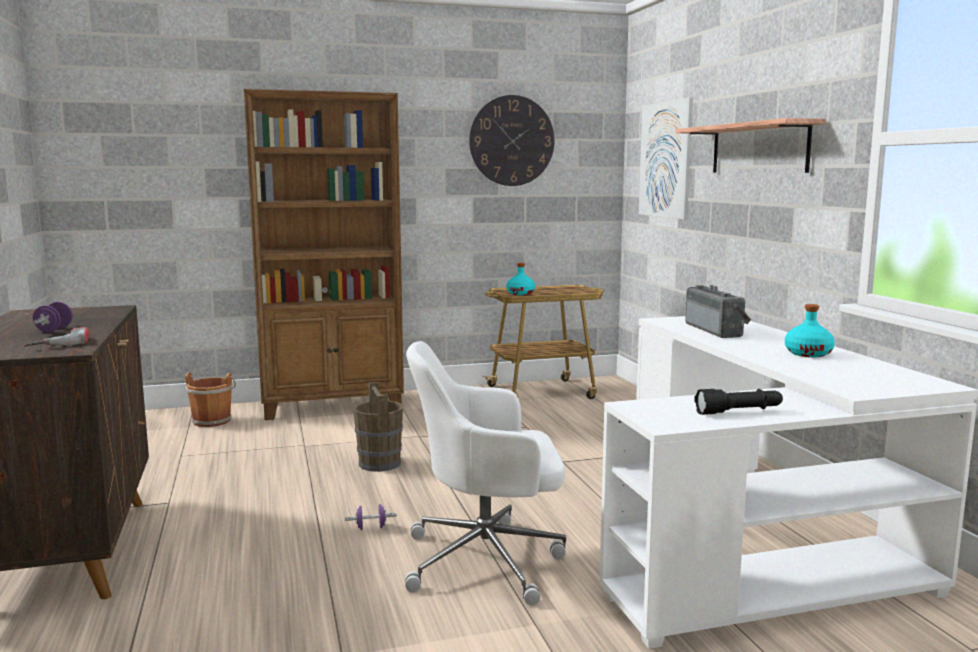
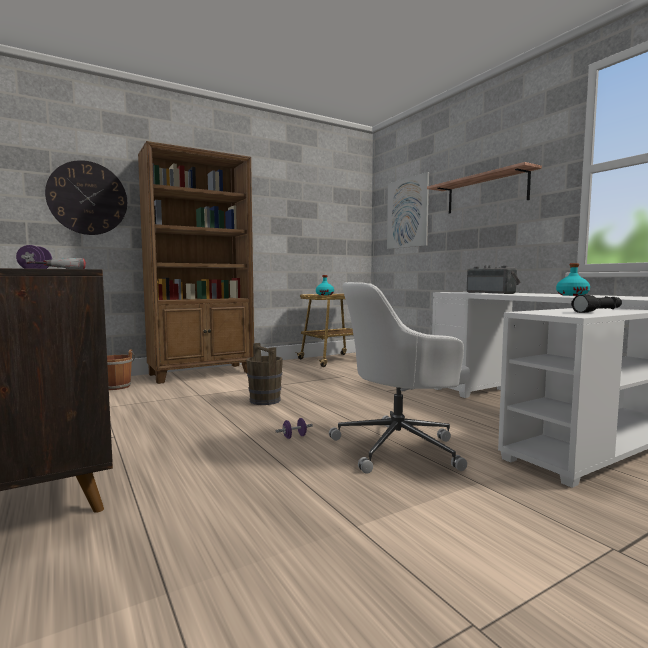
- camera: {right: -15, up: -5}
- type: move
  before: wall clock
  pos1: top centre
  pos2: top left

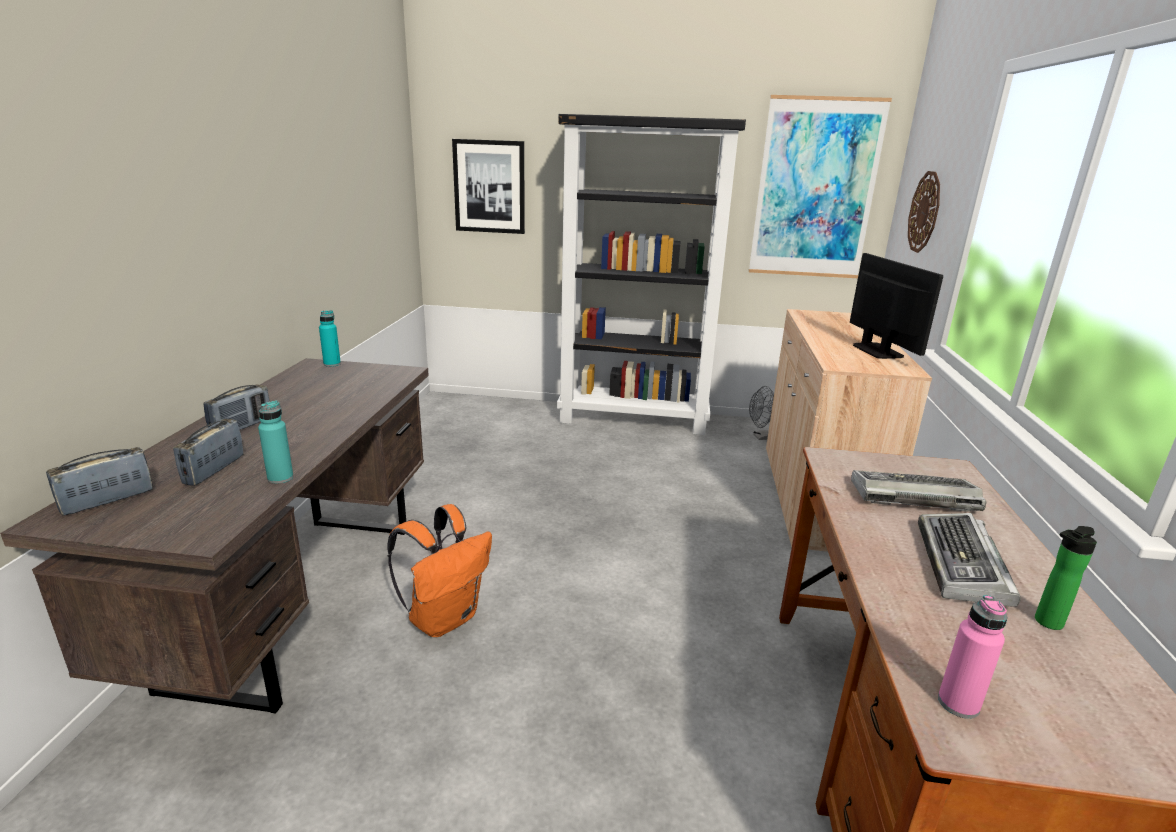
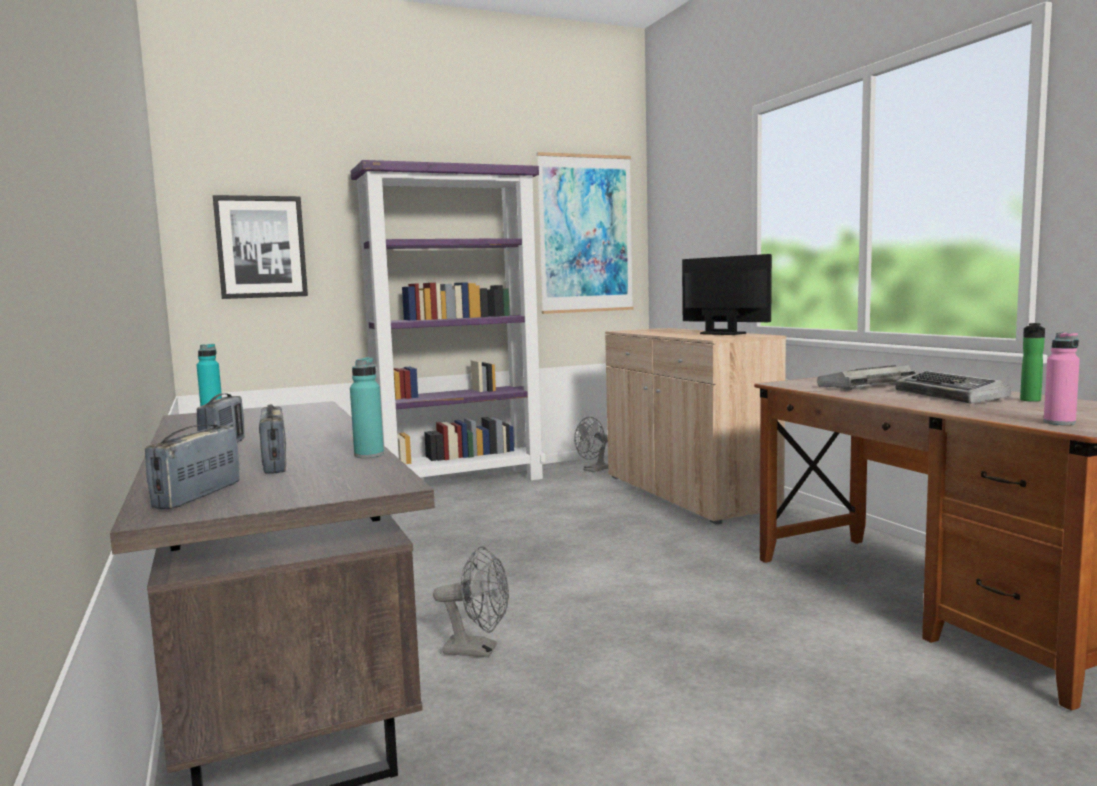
- camera: {right: -30, up: -15}
- type: recolor
  before: black bookcase
  after: purplish bookcase
  pos1: top centre
  pos2: centre
- type: replace
  before: orange backpack
  after: greyish fan (1st from left)
  pos1: bottom centre
  pos2: bottom centre
- type: delete
  before: wall clock
  pos1: top right

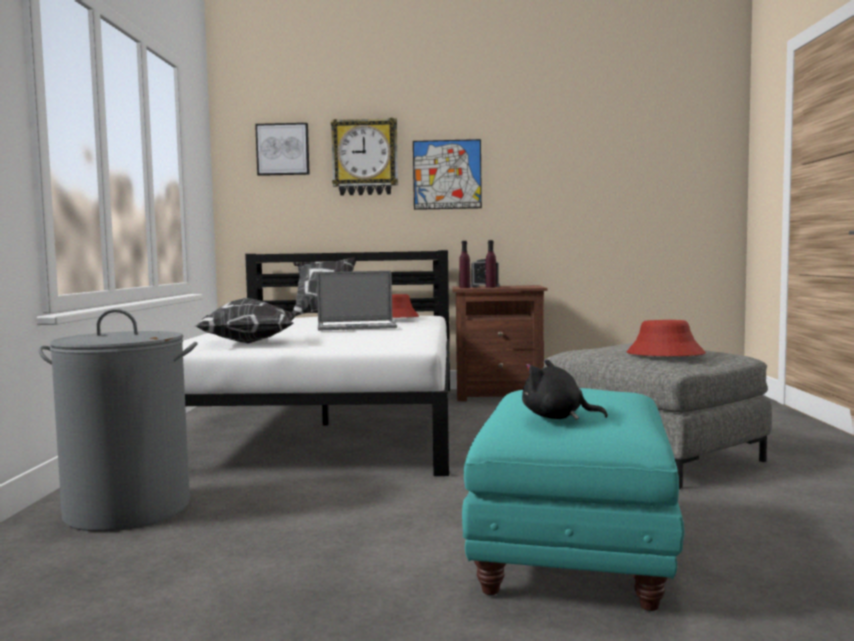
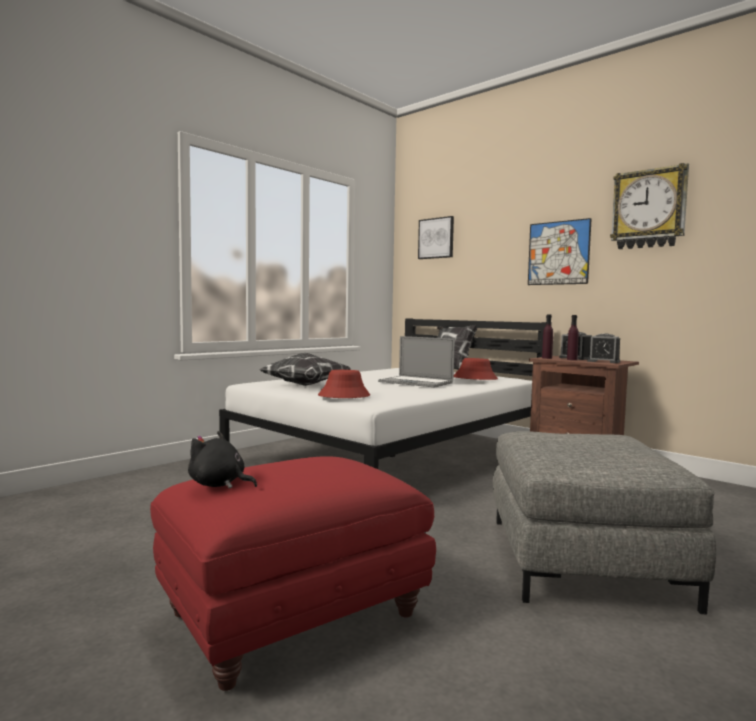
- camera: {right: 40, up: 0}
- type: recolor
  before: turquoise ottoman
  after: red ottoman
  pos1: bottom right
  pos2: bottom centre
- type: rotate
  before: black cuddly toy
  pos1: centre
  pos2: middle left
  turn: -45
- type: move
  before: red hat (2nd from left in the first image)
  after: red hat (1st from left)
  pos1: middle right
  pos2: centre
- type: insert
  after: alarm clock (2nd from left)
  pos2: middle right
- type: move
  before: wall clock
  pos1: top centre
  pos2: top right
- type: delete
  before: greyish washing basket
  pos1: middle left

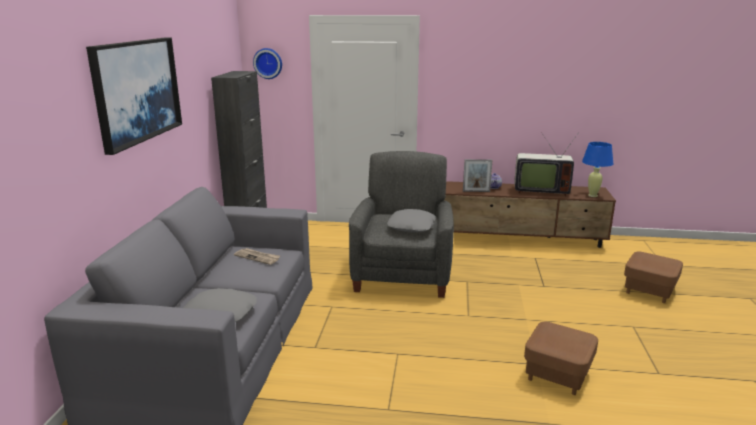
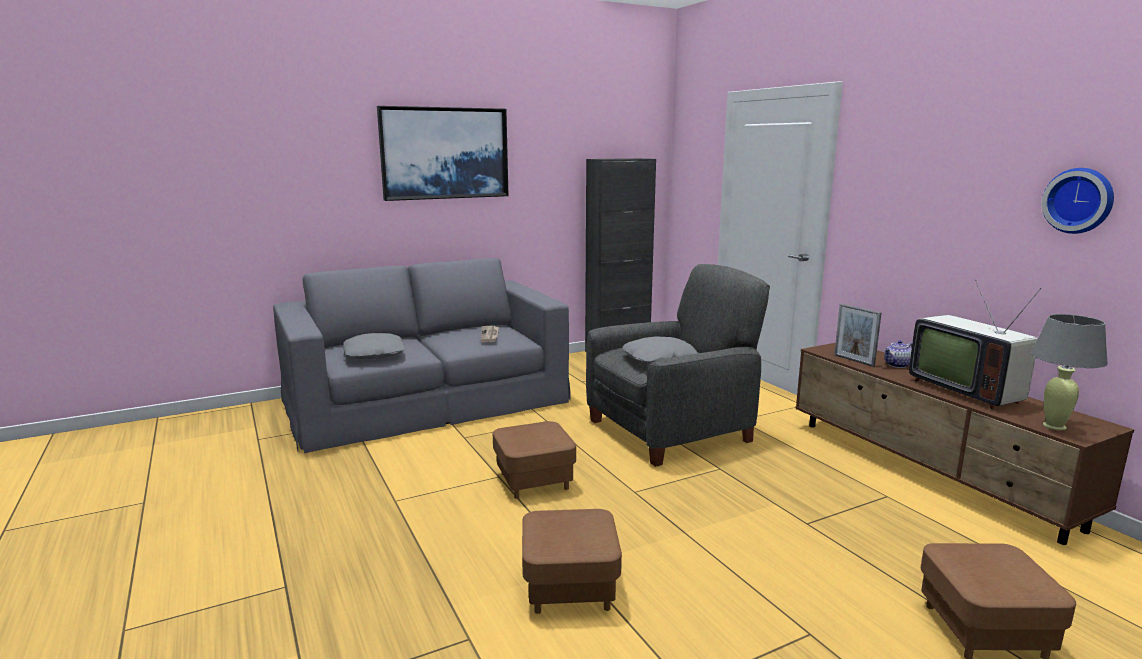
- camera: {right: 55, up: -5}
- type: insert
  after: brownish ottoman (1st from left)
  pos2: bottom centre
- type: recolor
  before: blue tabletop lamp
  after: greyish tabletop lamp
  pos1: middle right
  pos2: middle right
- type: move
  before: wall clock
  pos1: top centre
  pos2: top right

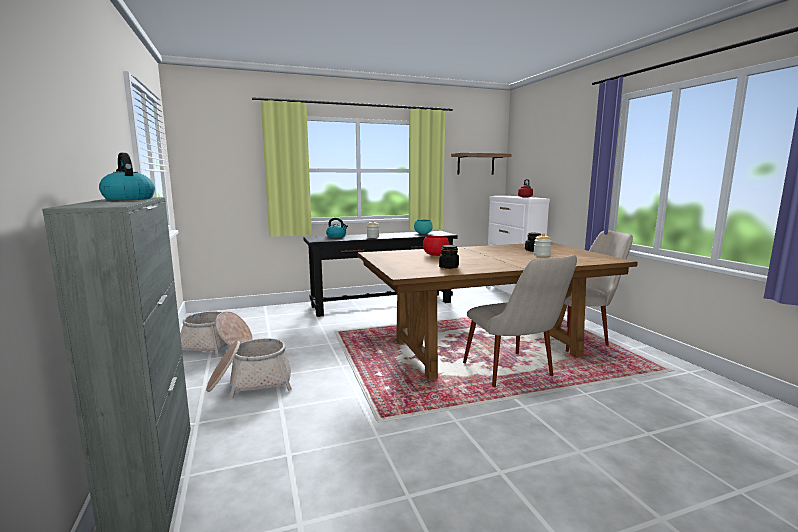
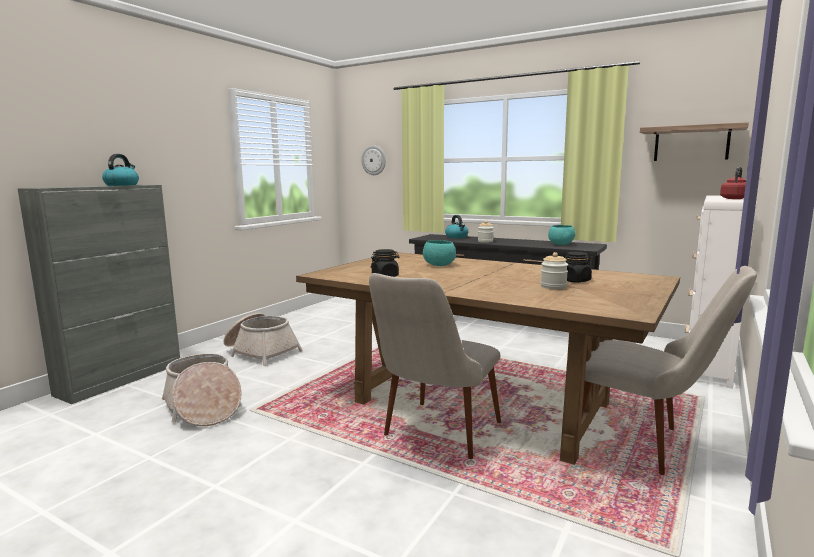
- camera: {right: 50, up: 0}
- type: move
  before: basket (1st from left)
  pos1: middle left
  pos2: bottom left
- type: insert
  after: wall clock
  pos2: top centre
- type: recolor
  before: red serving bowl
  after: turquoise serving bowl (1st from left)
  pos1: centre
  pos2: centre

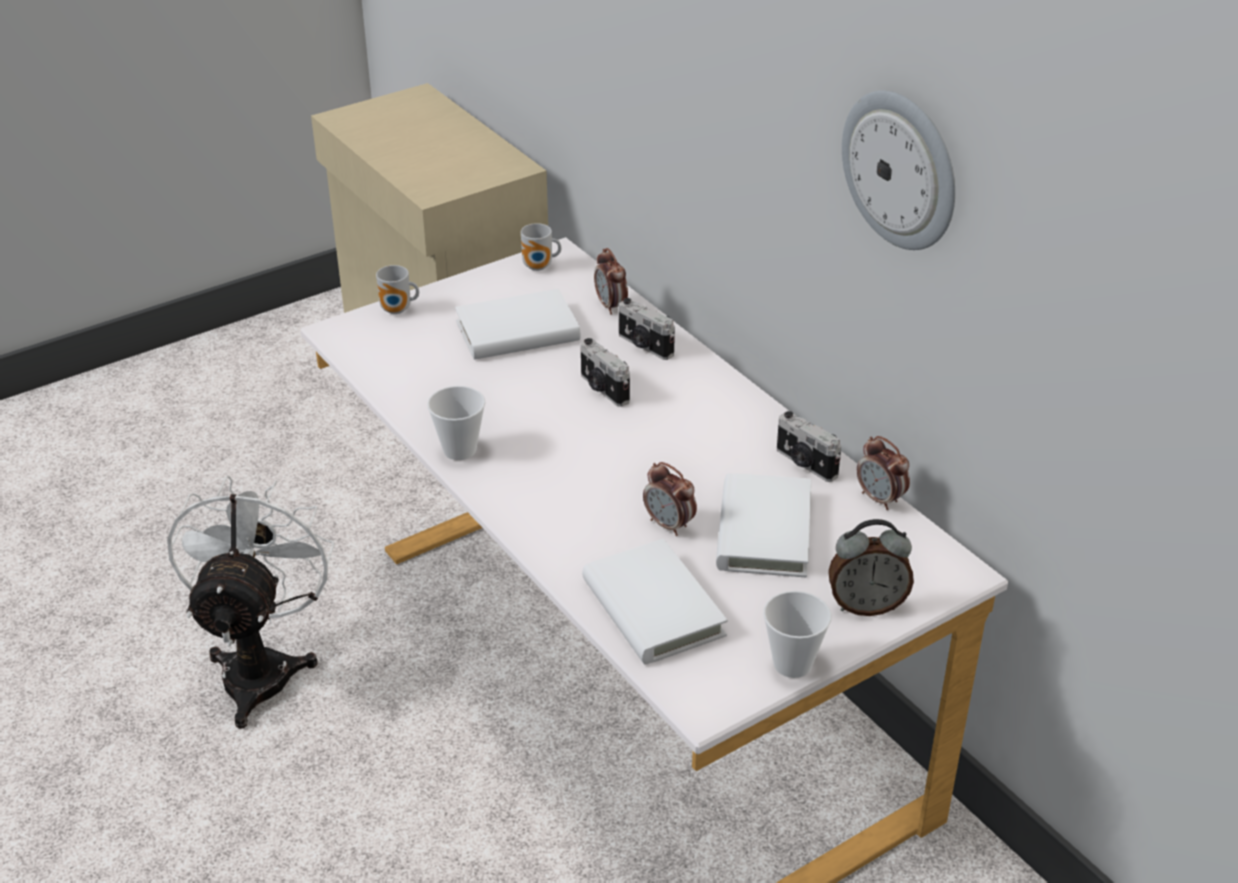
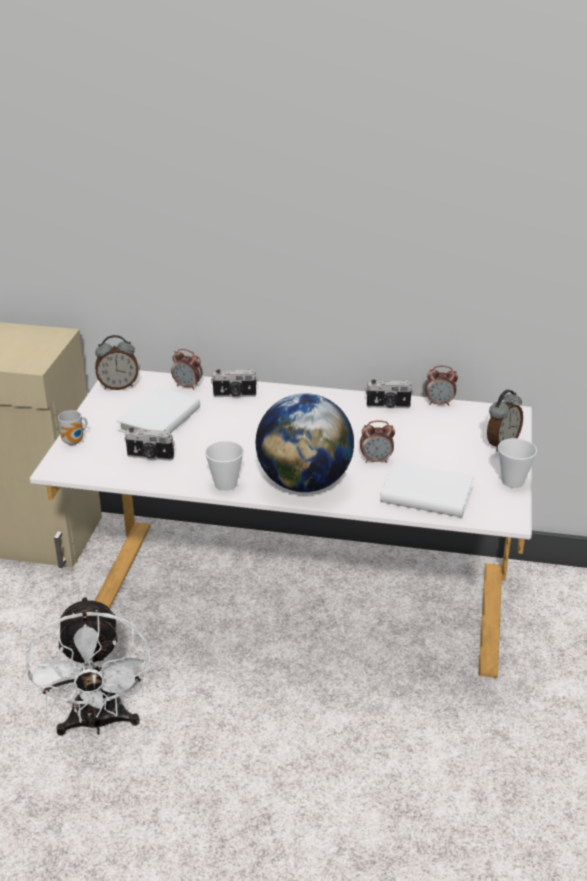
- camera: {right: -45, up: -5}
- type: rotate
  before: white-coloured fan
  pos1: bottom left
  pos2: bottom left
  turn: -150
- type: replace
  before: coffee mug (2nd from left)
  after: alarm clock (1st from left)
  pos1: top centre
  pos2: middle left
- type: move
  before: photo camera (1st from left)
  pos1: centre
  pos2: middle left
- type: insert
  after: world globe
  pos2: centre
- type: delete
  before: white-coloured volume (3rd from left)
  pos1: centre
- type: delete
  before: wall clock
  pos1: top right

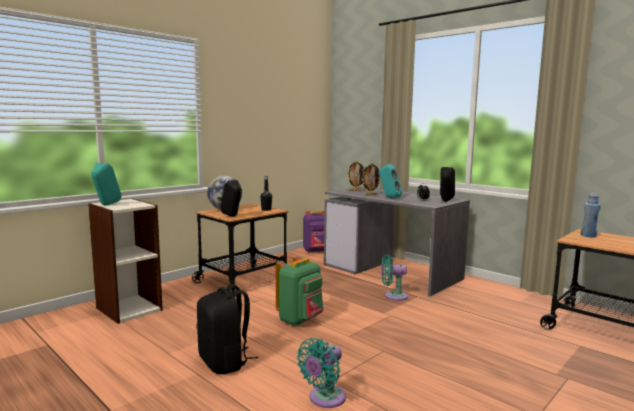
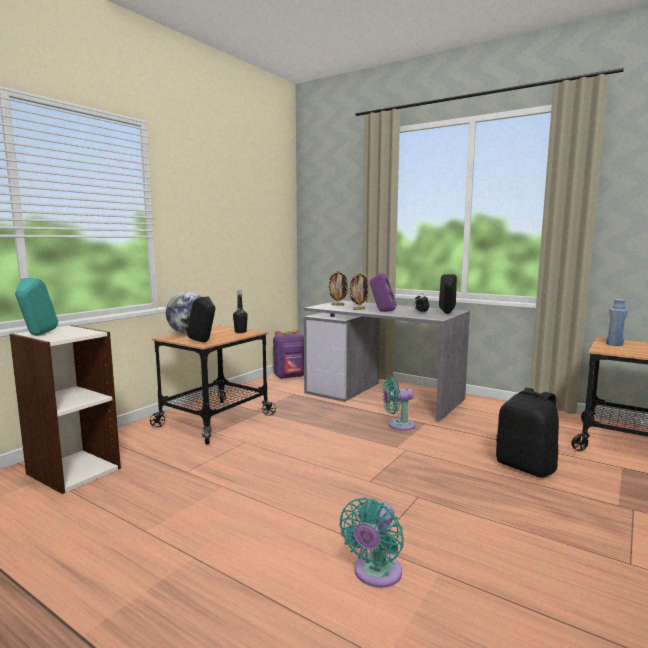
- camera: {right: -10, up: 0}
- type: recolor
  before: turquoise audio speaker (2nd from left)
  after: purplish audio speaker
  pos1: centre
  pos2: centre
- type: move
  before: black backpack
  pos1: bottom centre
  pos2: bottom right
- type: delete
  before: green backpack
  pos1: bottom centre

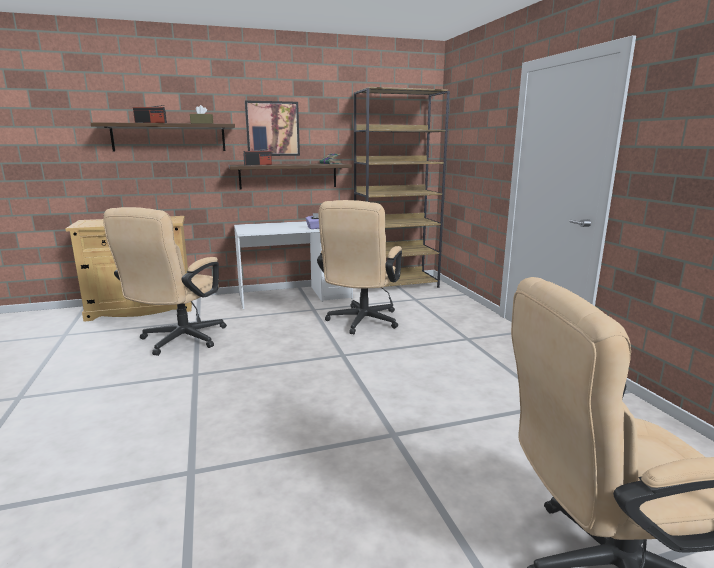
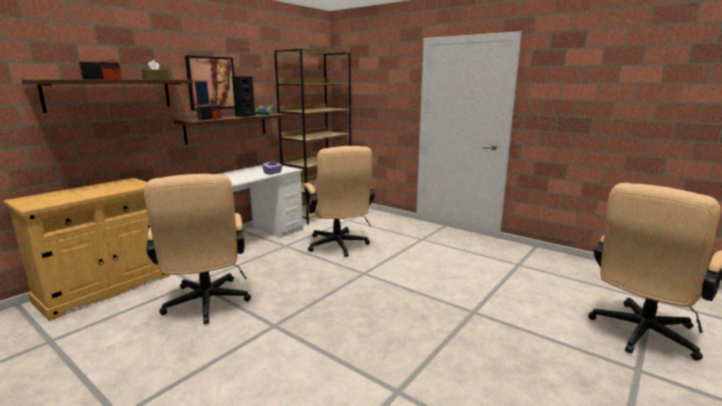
- camera: {right: -35, up: 0}
- type: insert
  after: black audio speaker
  pos2: top centre

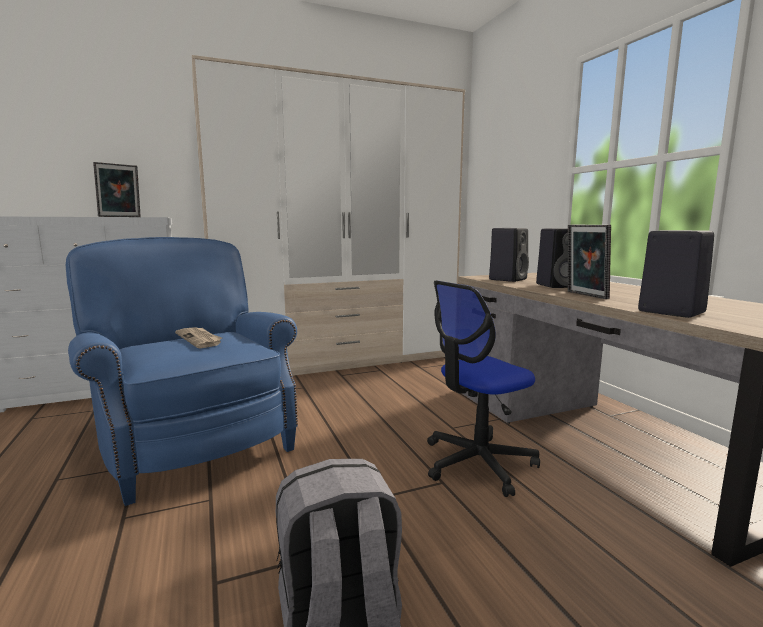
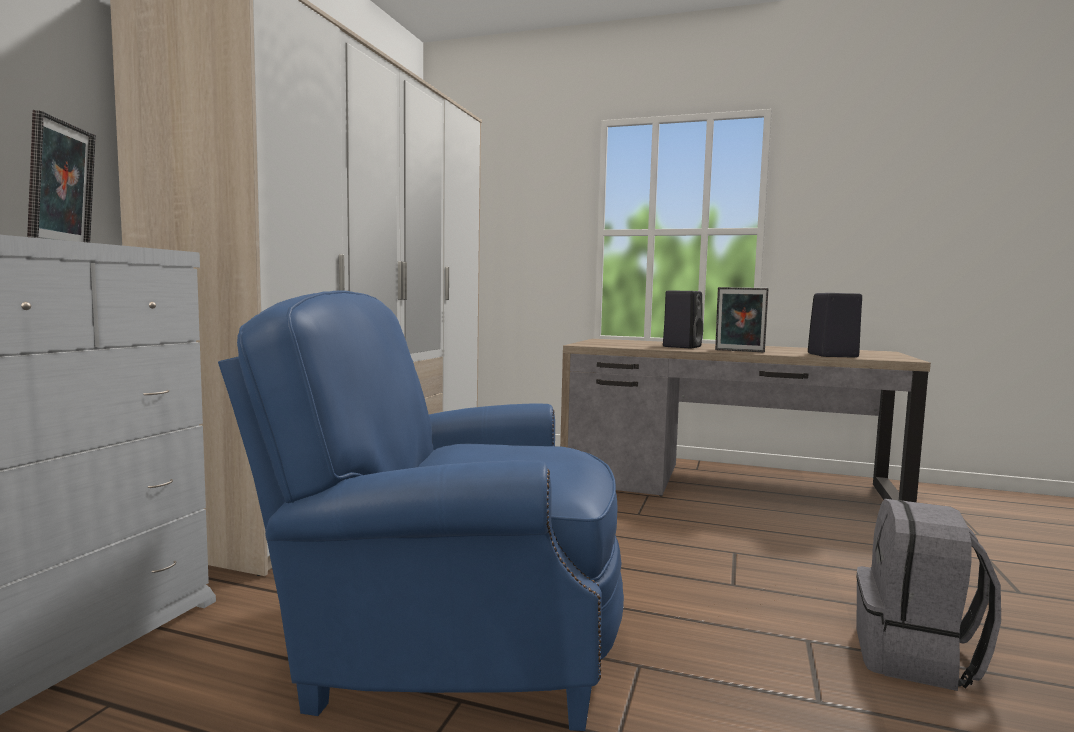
- camera: {right: -50, up: -5}
- type: delete
  before: daily paper
  pos1: middle left
- type: delete
  before: computer chair
  pos1: centre
- type: delete
  before: black audio speaker (1st from left)
  pos1: middle right

